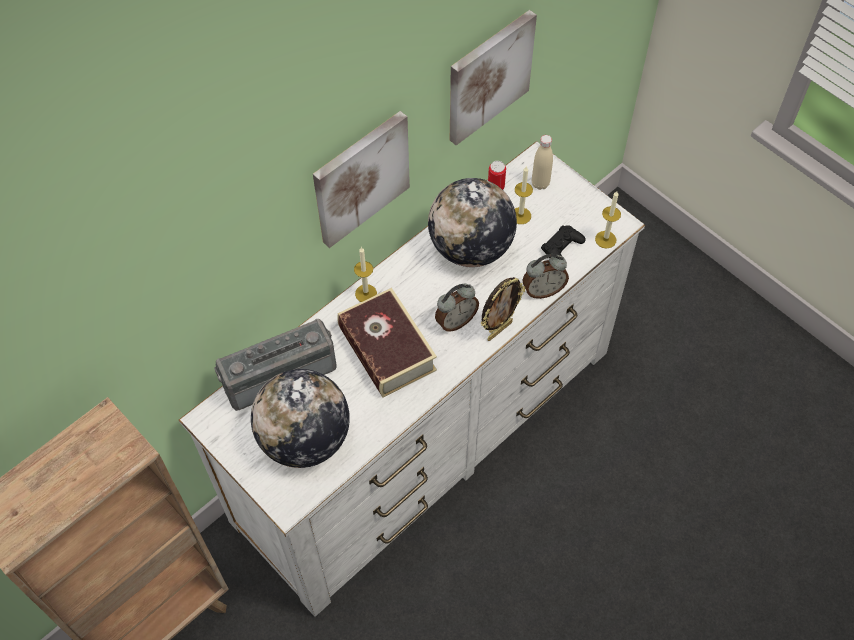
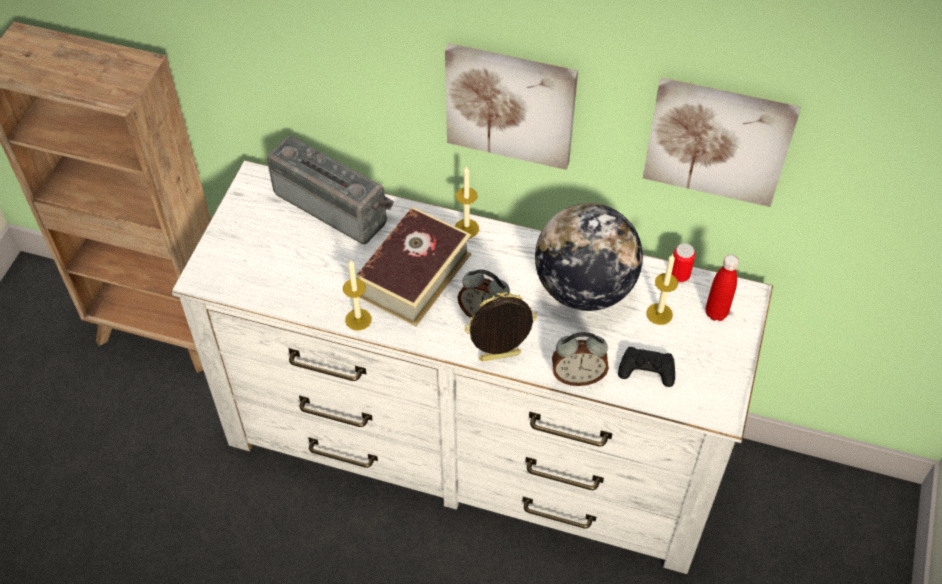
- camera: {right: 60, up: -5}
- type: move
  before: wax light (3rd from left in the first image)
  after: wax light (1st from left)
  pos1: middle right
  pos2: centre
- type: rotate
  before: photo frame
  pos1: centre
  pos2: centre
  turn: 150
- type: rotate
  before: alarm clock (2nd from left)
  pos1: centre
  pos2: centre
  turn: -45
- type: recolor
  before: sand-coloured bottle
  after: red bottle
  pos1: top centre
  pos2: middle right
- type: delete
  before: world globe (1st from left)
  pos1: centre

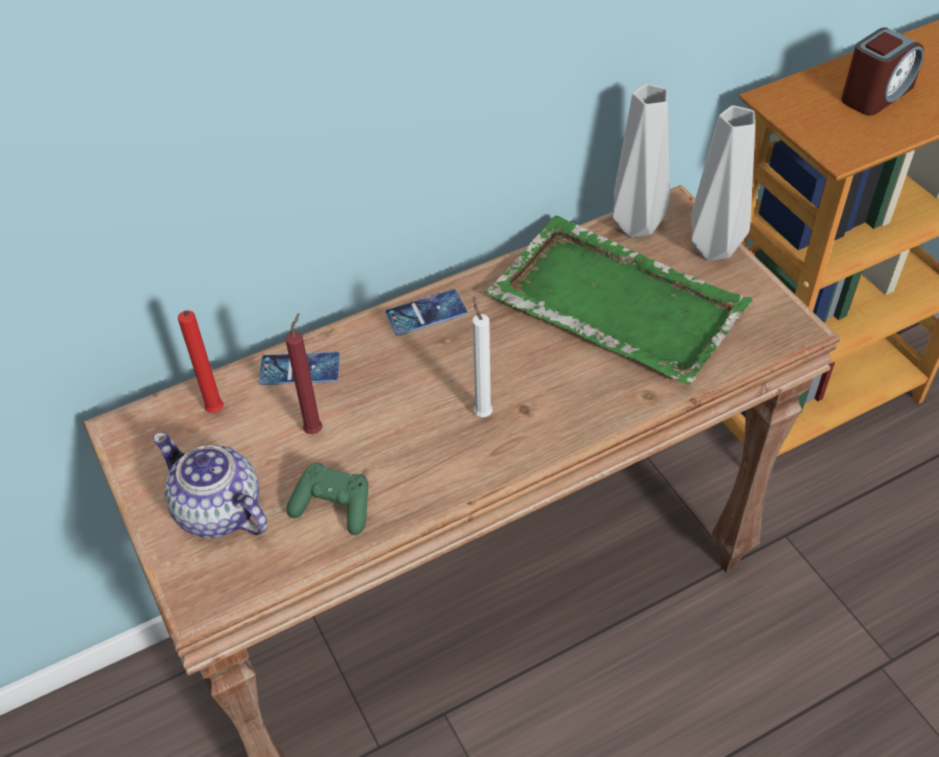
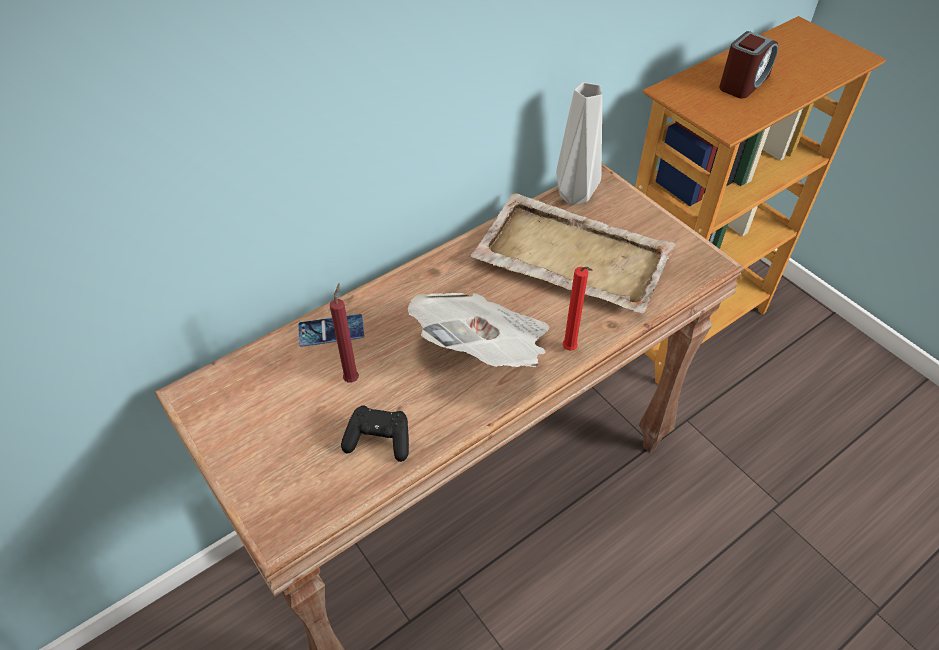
- camera: {right: -10, up: 0}
- type: recolor
  before: green gamepad
  after: black gamepad
  pos1: centre
  pos2: centre
- type: replace
  before: white-coloured wax light
  after: daily paper
  pos1: centre
  pos2: centre
- type: recolor
  before: green serving tray
  after: sand-coloured serving tray
  pos1: centre
  pos2: centre
- type: move
  before: red wax light (1st from left in the first image)
  after: red wax light (2nd from left)
  pos1: middle left
  pos2: centre
- type: delete
  before: tea pot
  pos1: middle left
- type: delete
  before: telephone (2nd from left)
  pos1: centre
- type: delete
  before: greyish flower vase (2nd from left)
  pos1: top right

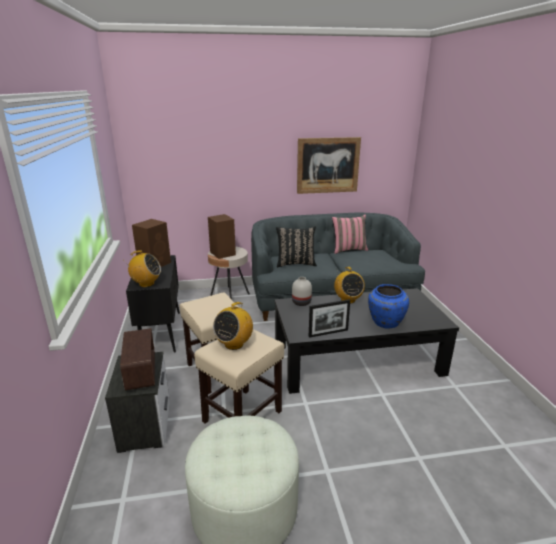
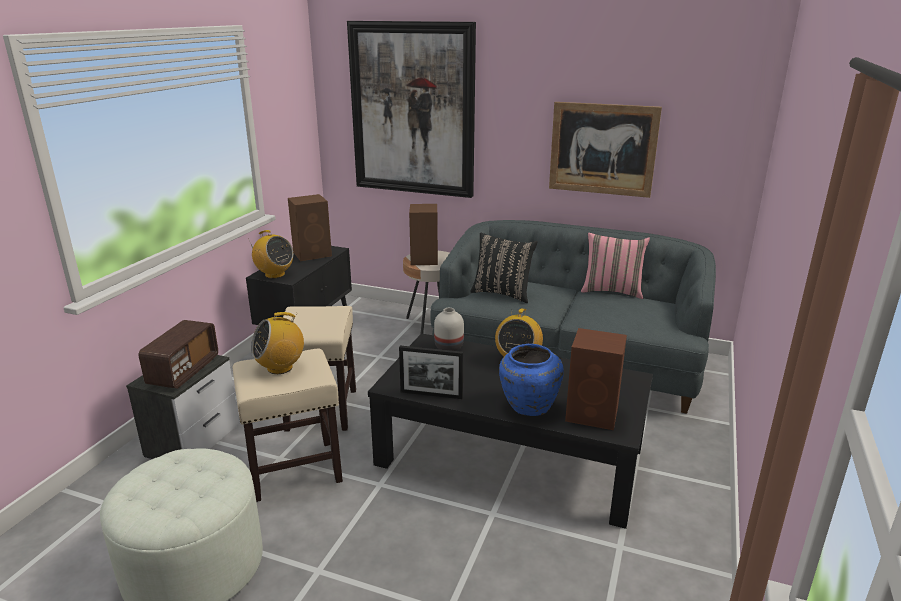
- camera: {right: 30, up: 0}
- type: insert
  after: wall picture (1st from left)
  pos2: top centre
- type: insert
  after: brownish audio speaker (3rd from left)
  pos2: centre

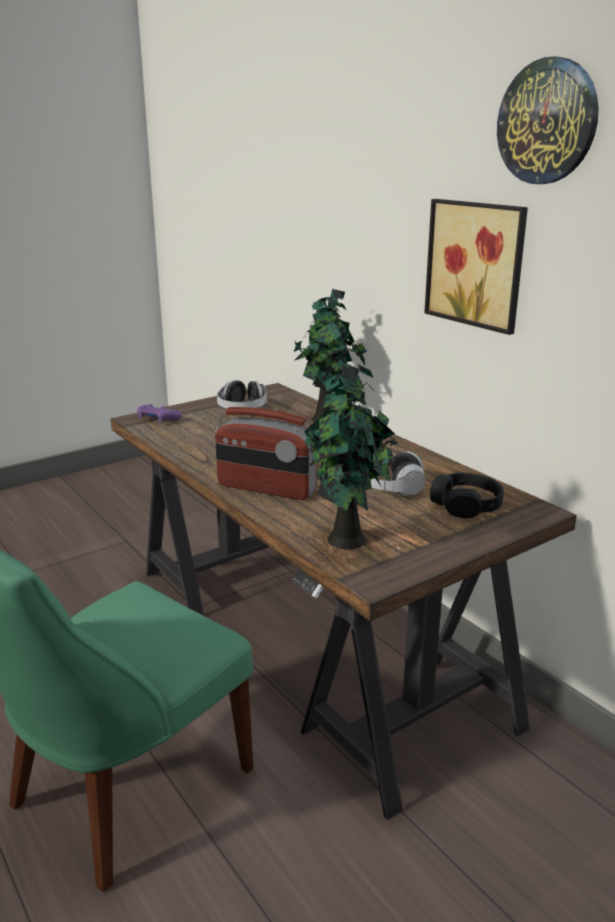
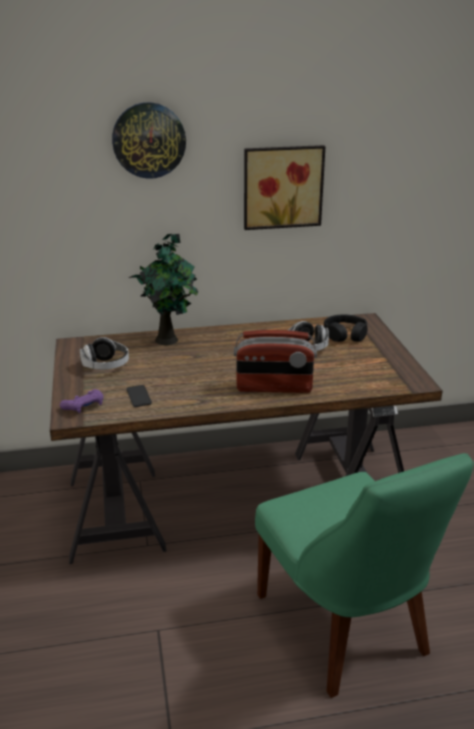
- camera: {right: -65, up: 5}
- type: move
  before: wall clock
  pos1: top right
  pos2: top left
- type: insert
  after: telephone
  pos2: middle left
- type: rotate
  before: radio
  pos1: centre
  pos2: centre
  turn: 45
- type: delete
  before: plant in a pot (2nd from left)
  pos1: centre

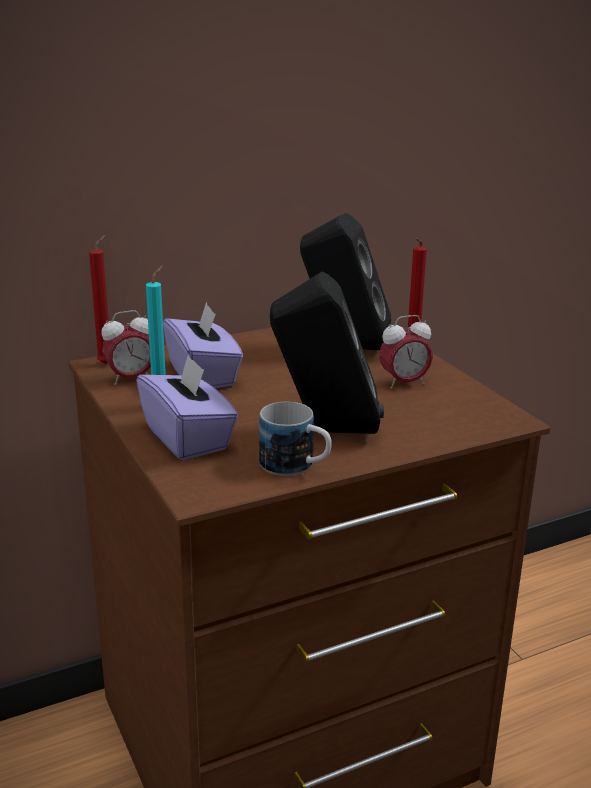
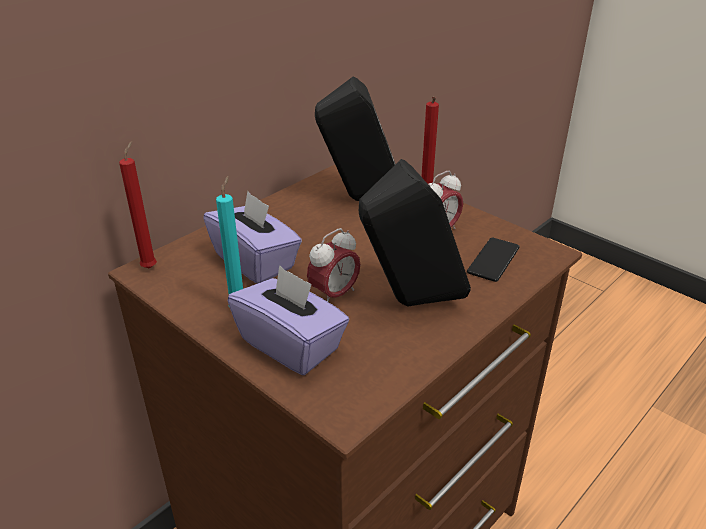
- camera: {right: -20, up: 10}
- type: move
  before: alarm clock (1st from left)
  pos1: middle left
  pos2: centre
- type: insert
  after: telephone
  pos2: middle right
- type: delete
  before: coffee mug
  pos1: centre

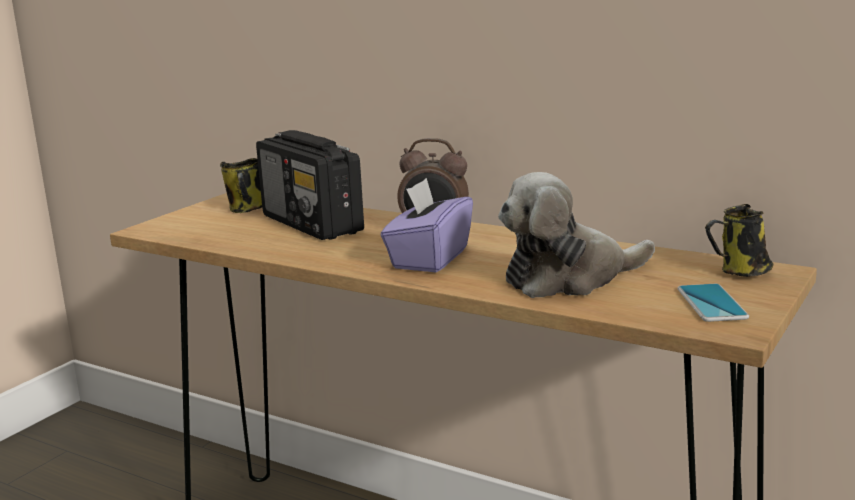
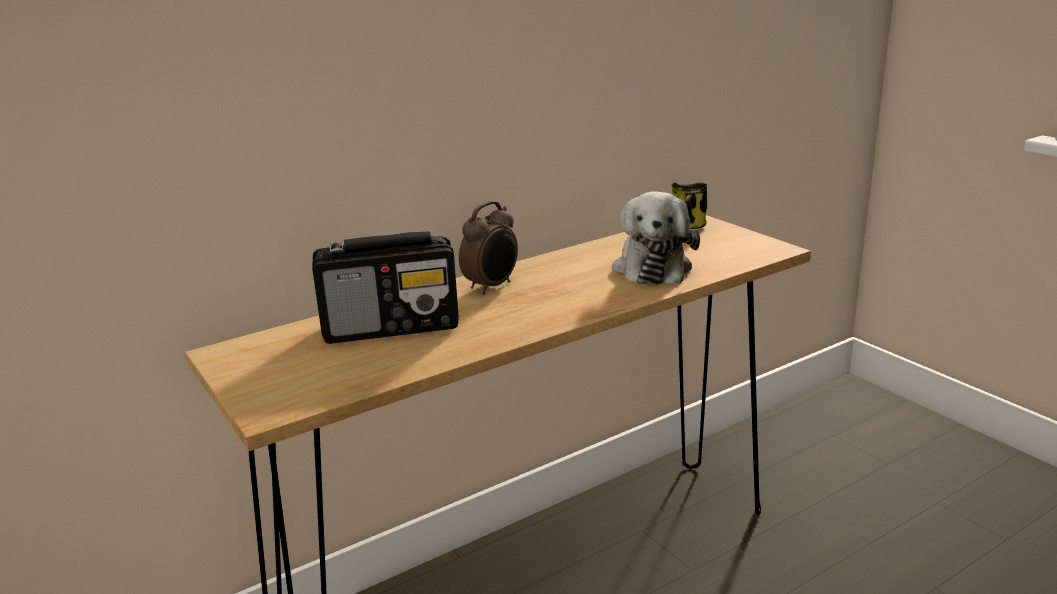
- camera: {right: -65, up: 5}
- type: delete
  before: coffee mug (1st from left)
  pos1: middle left
- type: delete
  before: purplish box of tissues
  pos1: centre
- type: delete
  before: telephone
  pos1: middle right

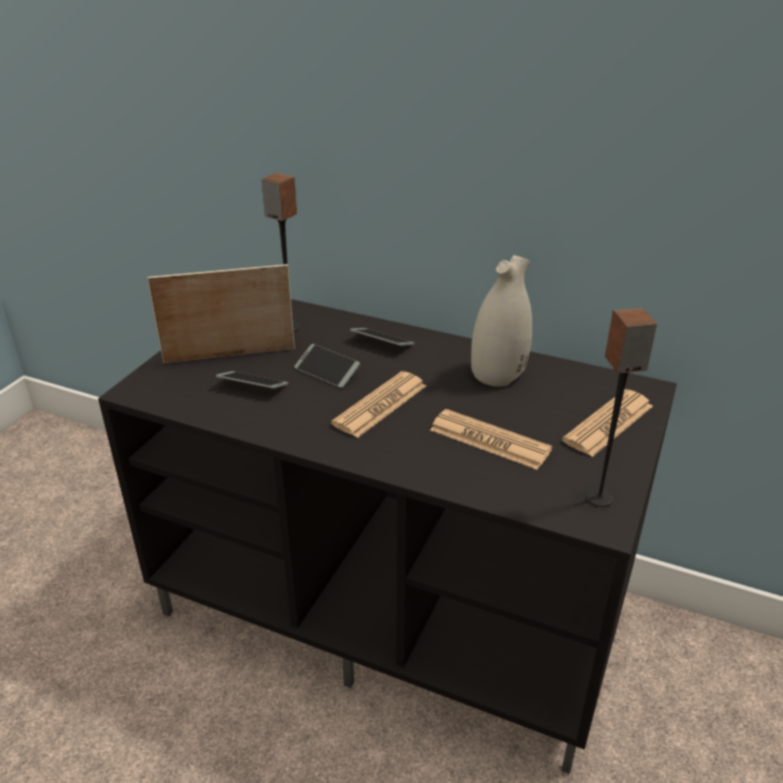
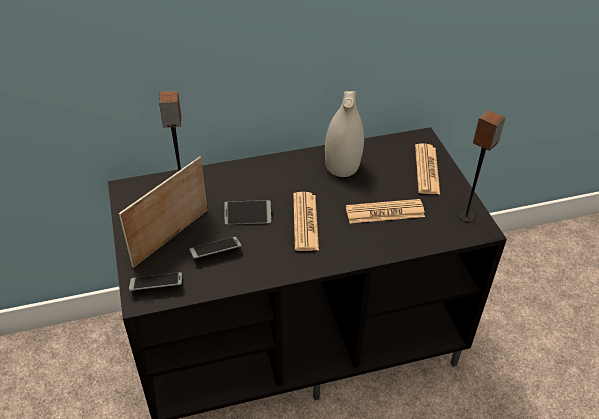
- camera: {right: -40, up: 10}
- type: move
  before: telephone (3rd from left in the first image)
  after: telephone (1st from left)
  pos1: centre
  pos2: bottom left

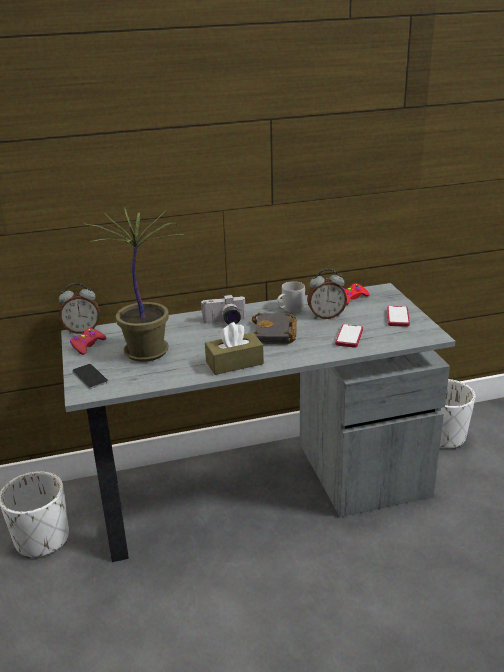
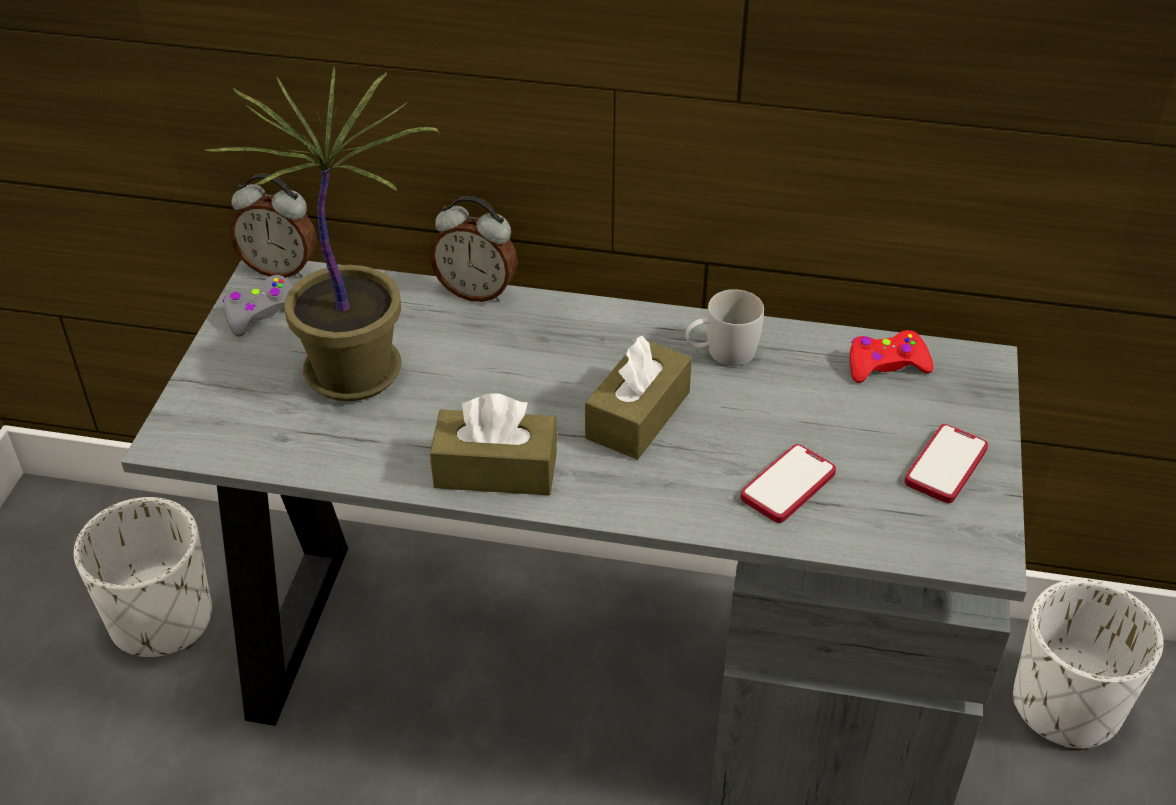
- camera: {right: 25, up: 15}
- type: recolor
  before: red gamepad (1st from left)
  after: greyish gamepad
  pos1: middle left
  pos2: middle left
- type: move
  before: alarm clock (2nd from left)
  pos1: centre
  pos2: top centre
- type: replace
  before: black volume
  after: brownish box of tissues (2nd from left)
  pos1: centre
  pos2: centre
- type: delete
  before: telephone (1st from left)
  pos1: middle left
- type: delete
  before: photo camera
  pos1: centre

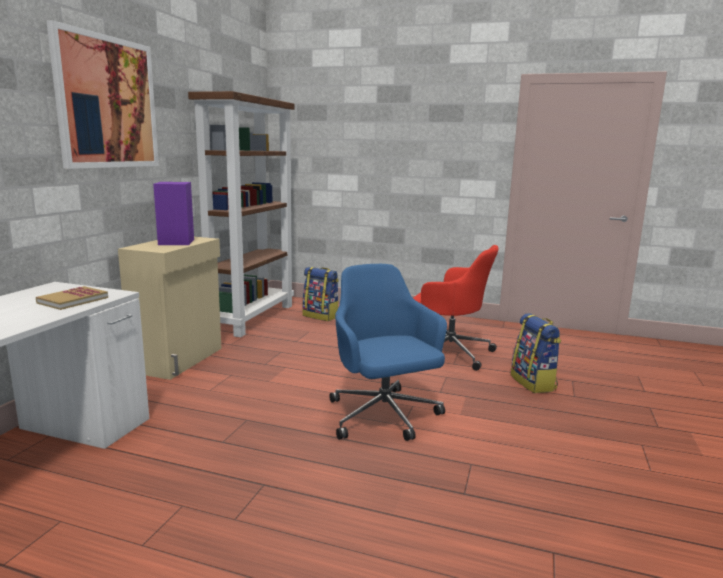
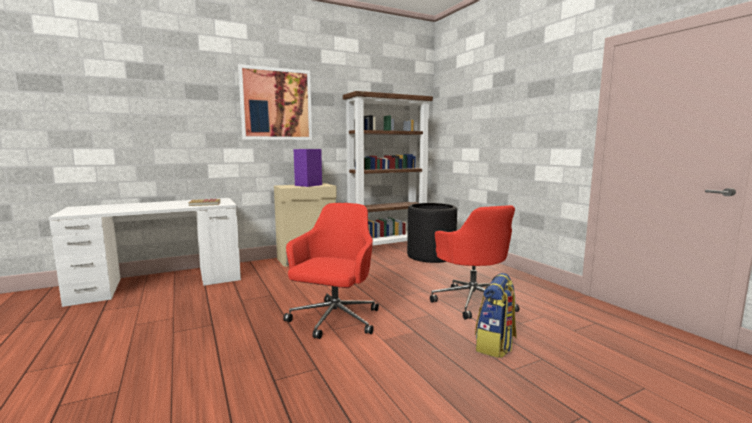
- camera: {right: 45, up: -5}
- type: recolor
  before: blue computer chair
  after: red computer chair (1st from left)
  pos1: centre
  pos2: centre
- type: replace
  before: backpack (1st from left)
  after: black flower pot
  pos1: centre
  pos2: centre

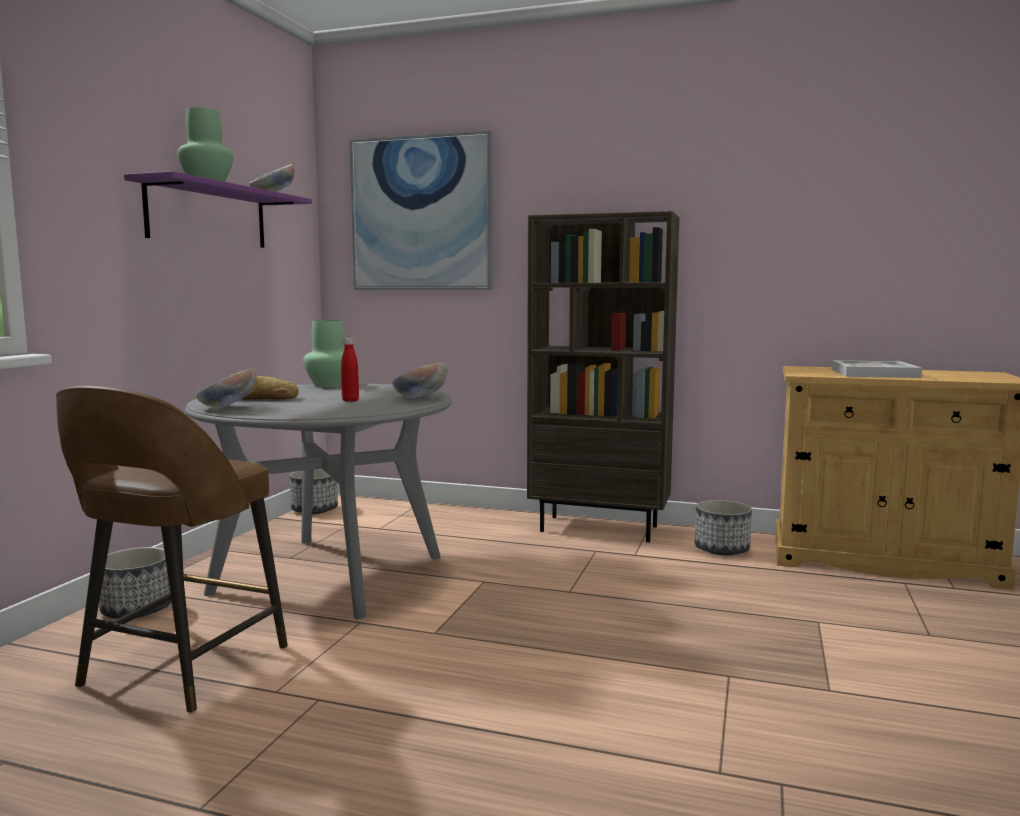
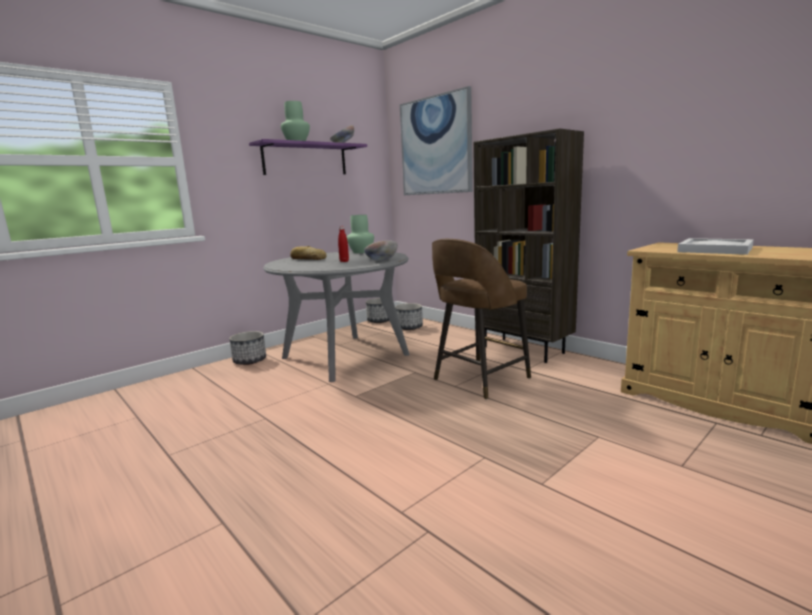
- camera: {right: 30, up: 5}
- type: move
  before: flower pot (3rd from left)
  pos1: middle right
  pos2: centre
- type: move
  before: brownish stool
  pos1: bottom left
  pos2: centre
- type: delete
  before: serving bowl (1st from left)
  pos1: middle left

